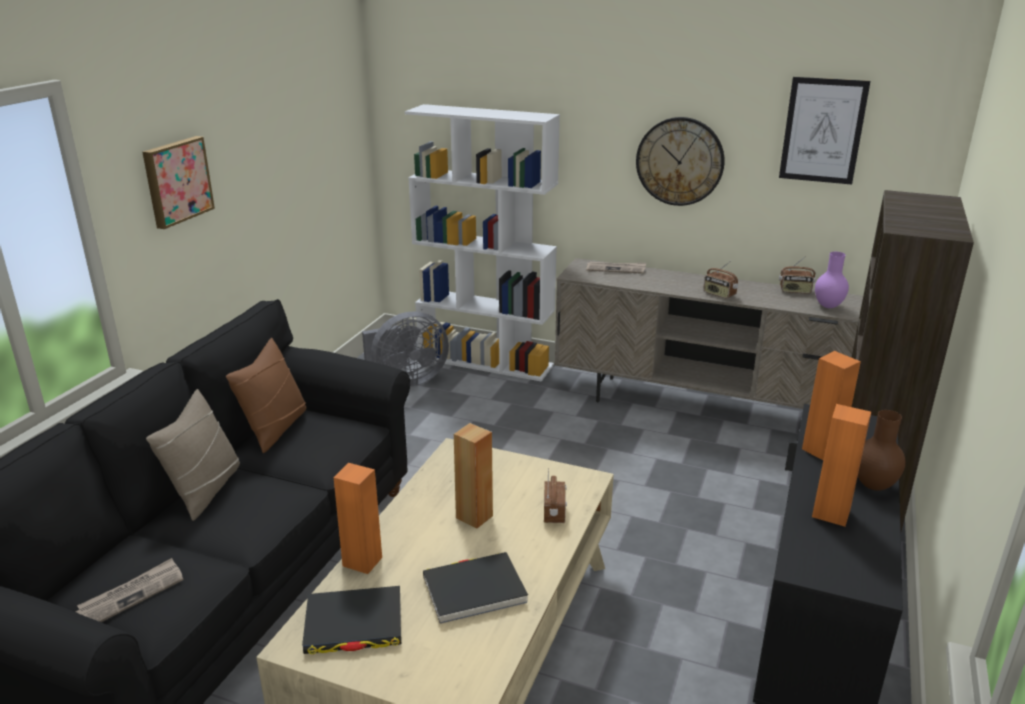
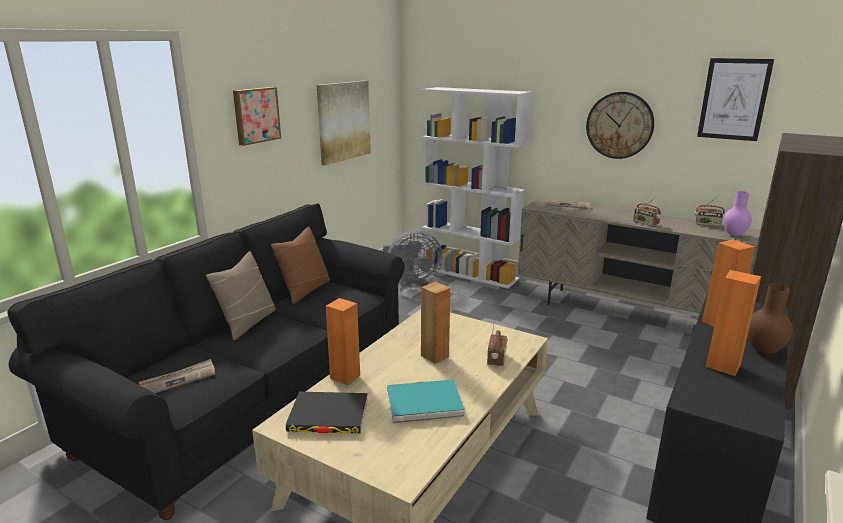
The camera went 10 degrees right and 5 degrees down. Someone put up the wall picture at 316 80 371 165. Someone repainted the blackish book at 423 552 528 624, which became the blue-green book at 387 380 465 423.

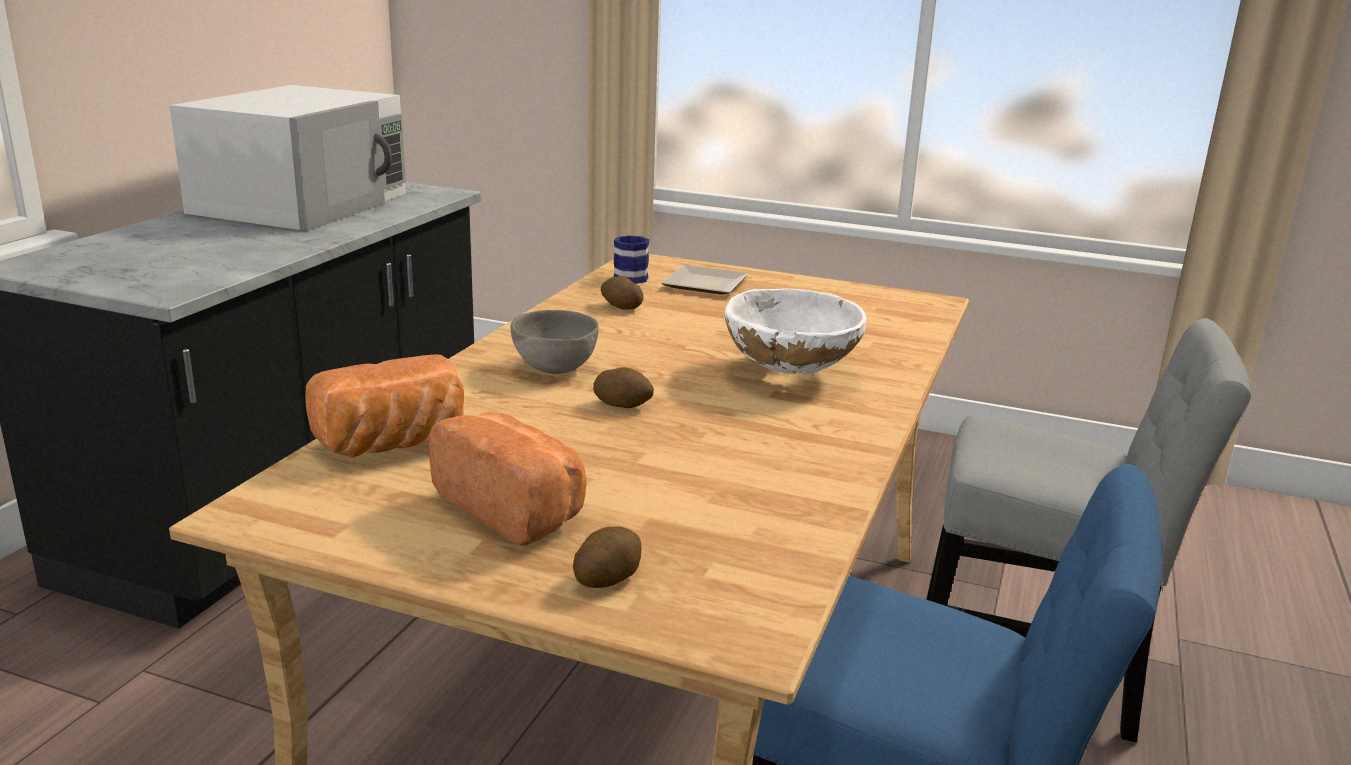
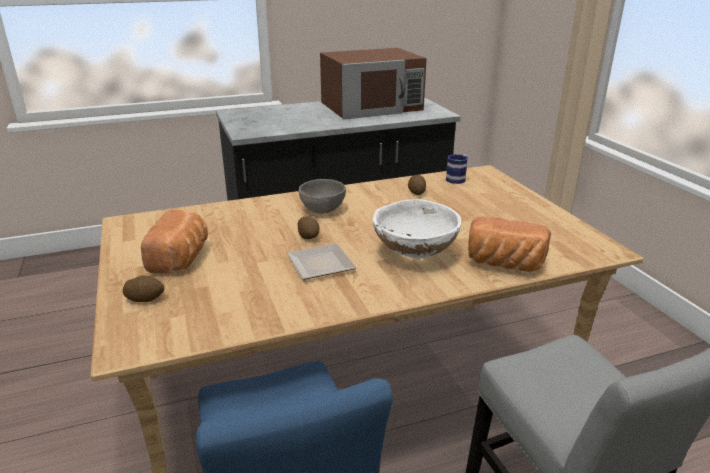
The camera went 50 degrees right and 5 degrees up. Someone carried the bread from 305 355 464 458 to 468 217 551 272. Someone carried the dinner plate from 661 265 748 295 to 287 243 357 280. Someone repainted the white microwave at 169 85 406 231, which became the brown-coloured microwave at 320 48 427 120.

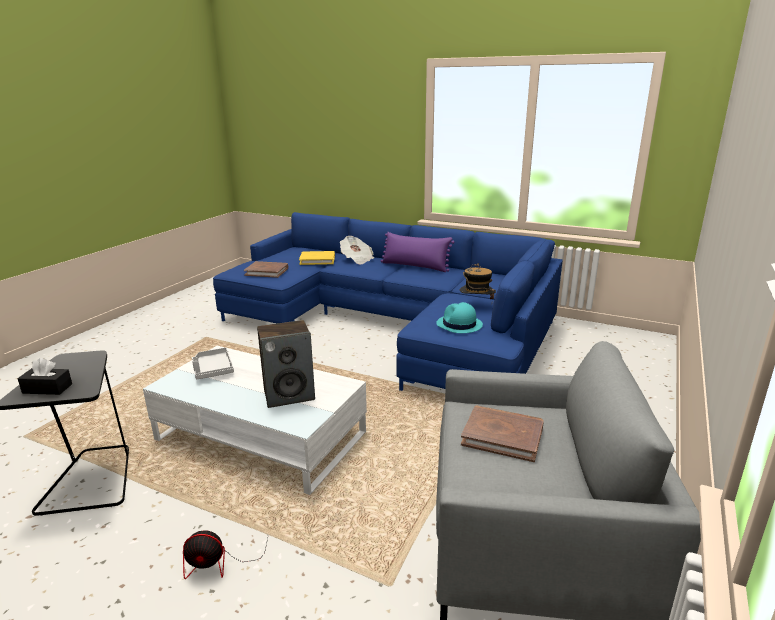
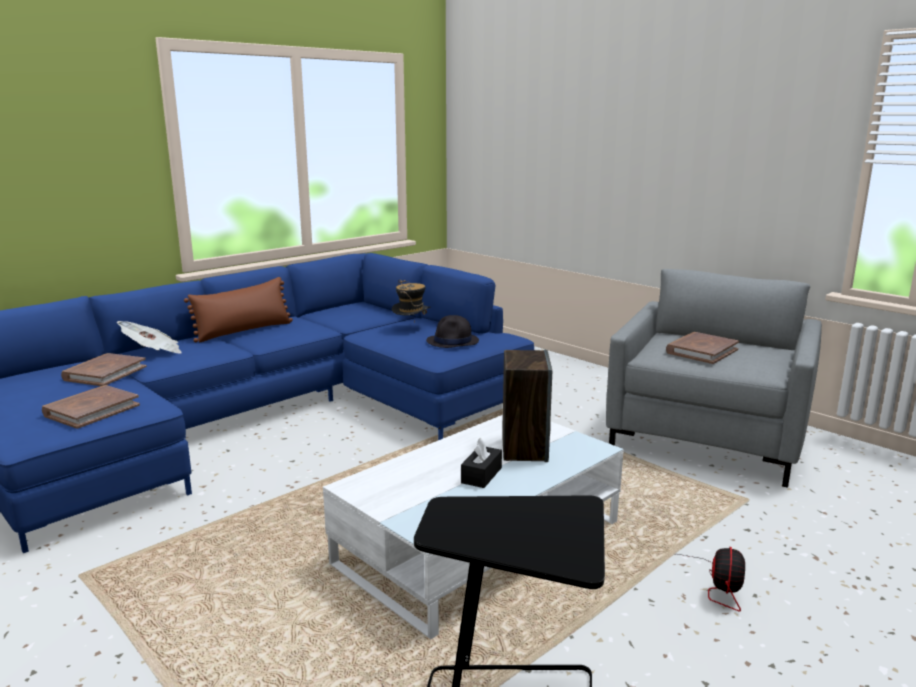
The camera went 70 degrees left and 5 degrees down. Someone took away the gray tray at 192 347 234 379. Someone carried the blackish box of tissues from 18 358 72 395 to 461 438 502 488. Someone repainted the yellow book at 299 251 335 265, which became the brown-coloured book at 61 353 147 386. Someone repainted the purple-coloured throw pillow at 381 232 454 272, which became the brown-coloured throw pillow at 184 277 293 342. Someone repainted the blue-green wearable hat at 436 302 483 333, which became the blackish wearable hat at 426 315 479 348.

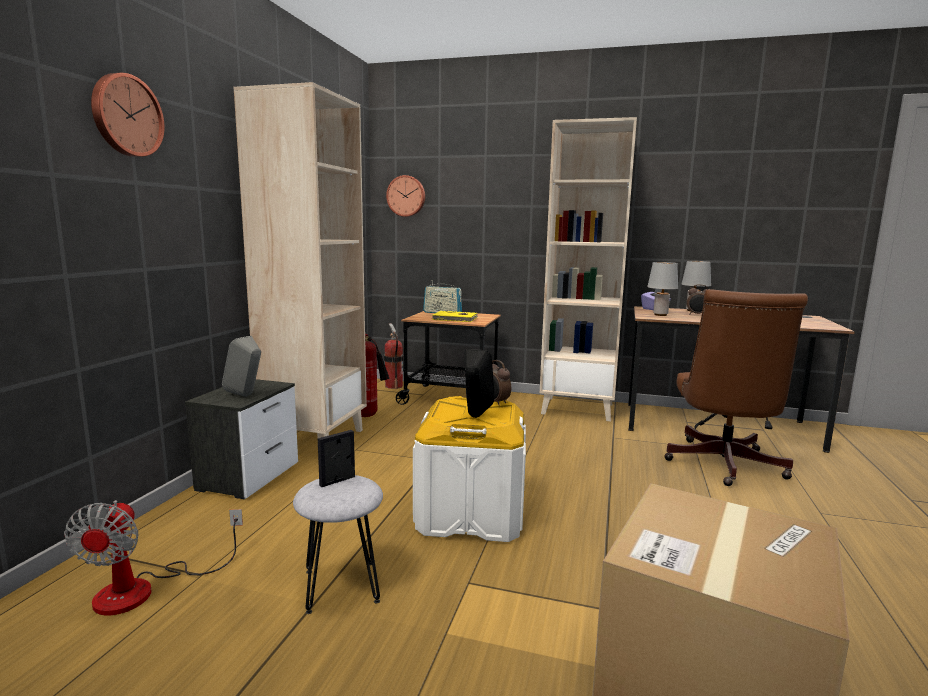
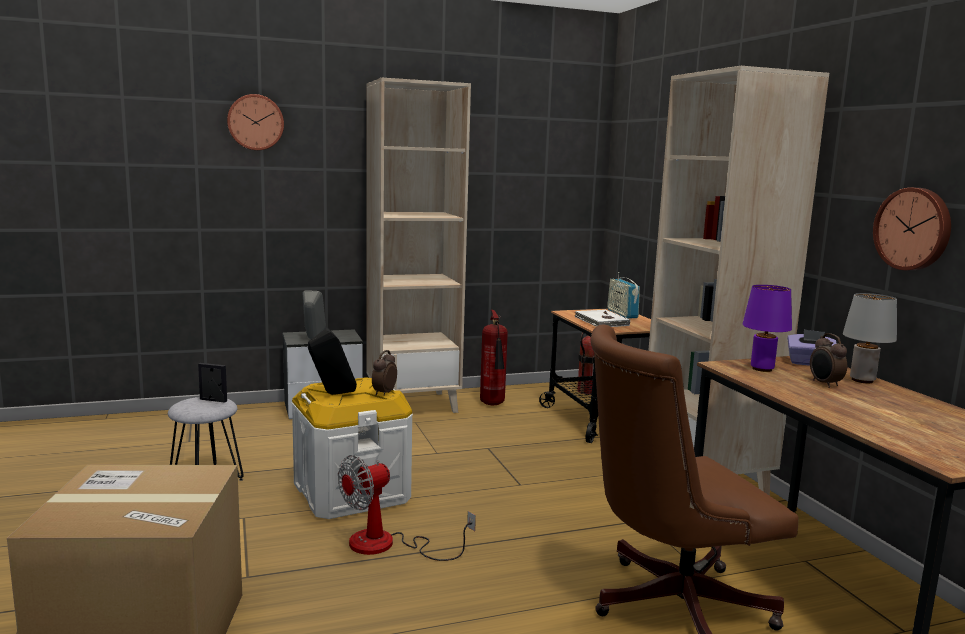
The camera went 55 degrees right and 0 degrees up. Someone carried the fan from 64 500 243 615 to 338 455 476 561. Someone carried the wall clock from 386 175 425 217 to 873 188 951 270. Someone repainted the yellow book at 432 311 478 322, which became the white book at 575 310 630 327. Someone repainted the gray tabletop lamp at 647 262 678 316, which became the purple-coloured tabletop lamp at 743 285 792 372.

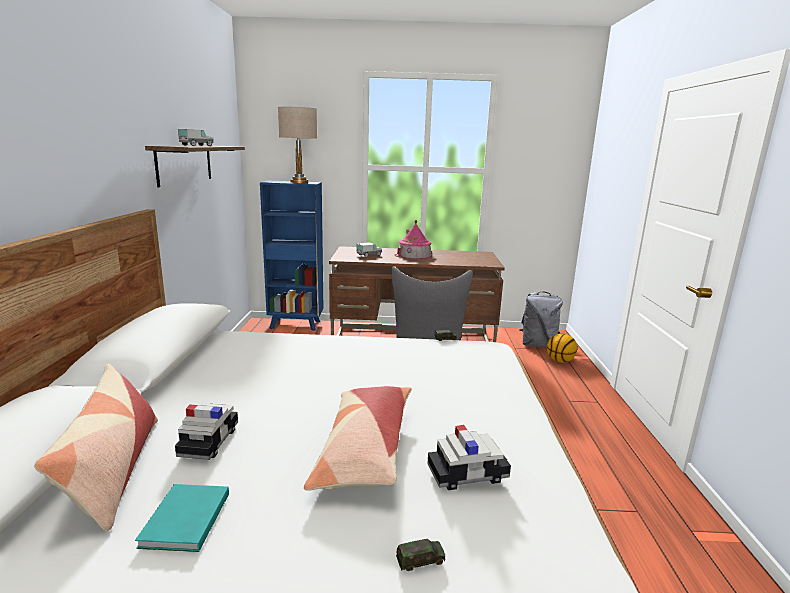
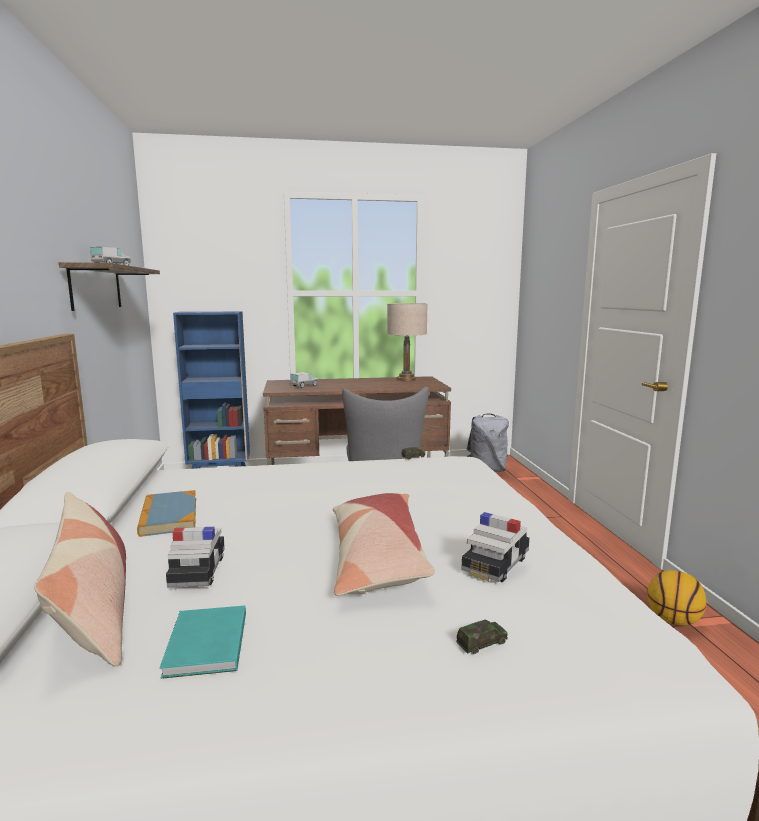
The camera went 10 degrees left and 5 degrees down. Someone took away the model house at 395 220 432 259. Someone put down the book at 137 490 196 537. Someone carried the sand-coloured tabletop lamp from 278 107 317 183 to 387 303 427 381. Someone carried the basketball ball from 547 334 577 363 to 647 570 706 626. Someone rotated the miniature car at 427 425 511 490 by 150 degrees clockwise.

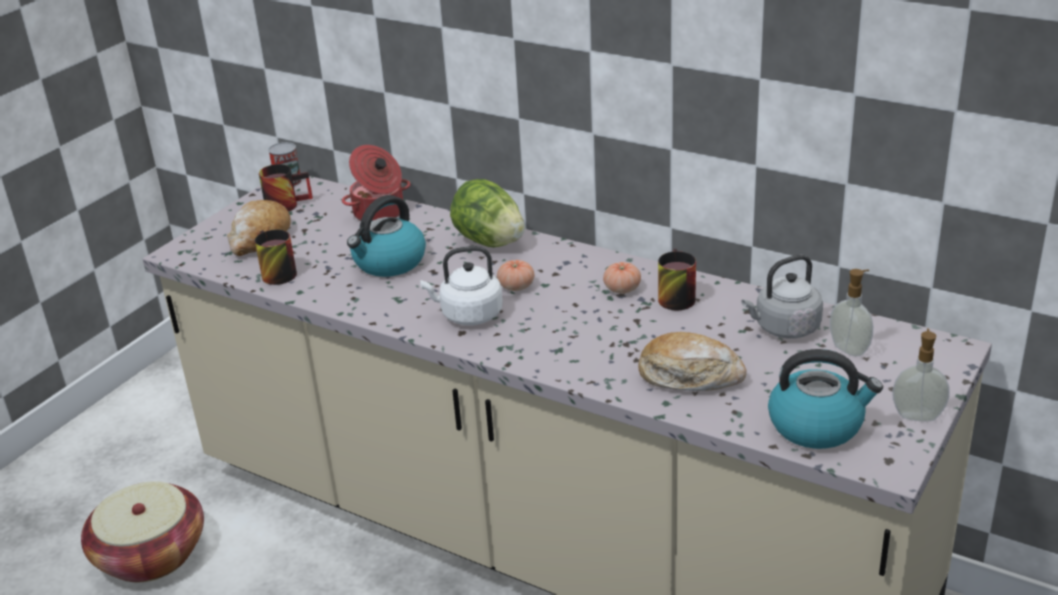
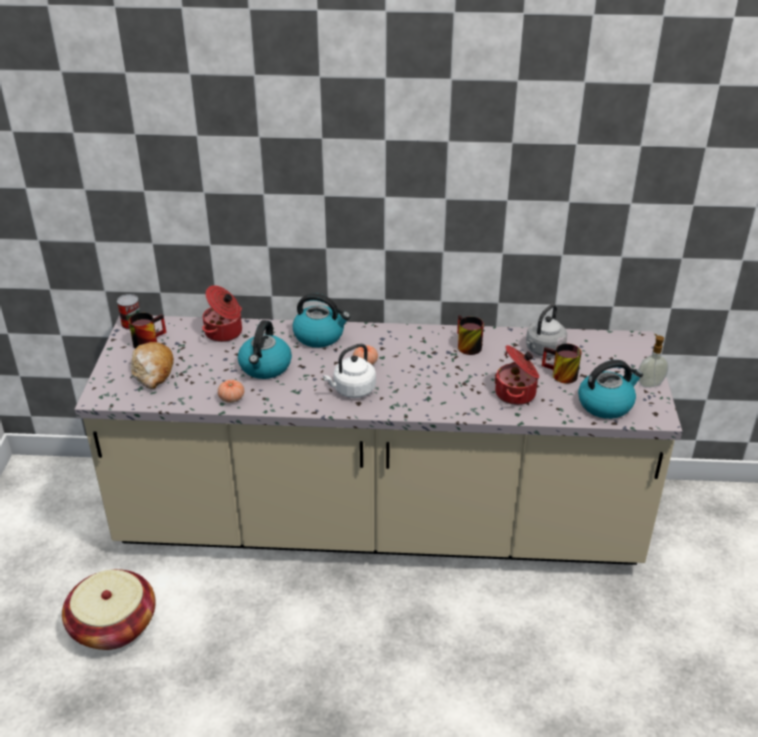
The camera went 30 degrees left and 5 degrees up. Someone took away the soap bottle at 830 269 873 356. Someone carried the coffee mug from 255 230 297 285 to 542 344 581 384. Someone carried the whole tomato from 603 262 641 294 to 218 380 244 403. Someone swapped the lettuce at 450 179 525 247 for the water kettle at 292 293 350 348. Someone swapped the bread at 638 332 746 391 for the cooking pot at 494 345 539 405.

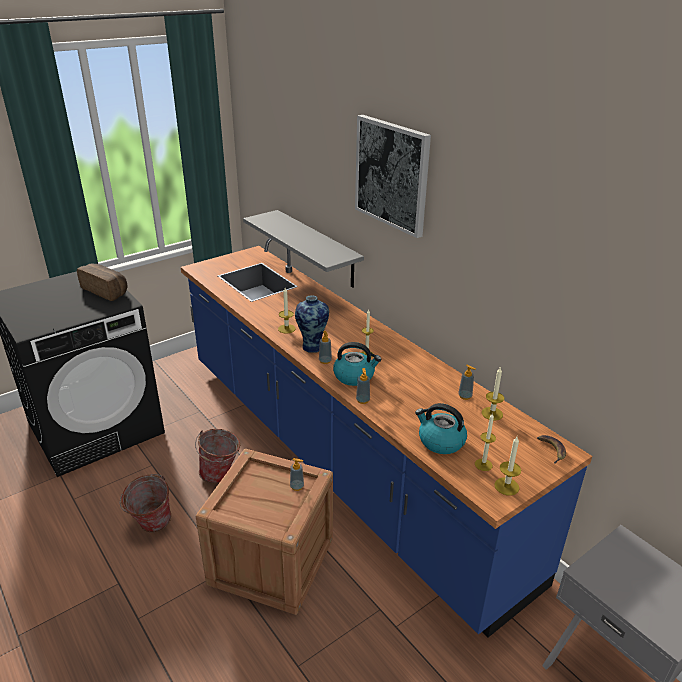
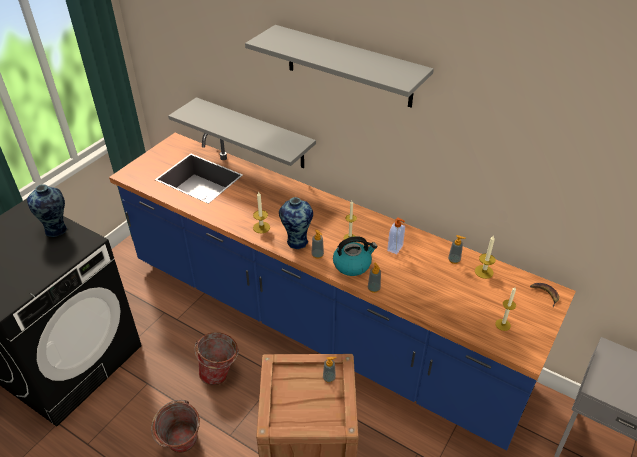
The camera went 20 degrees left and 10 degrees up. Someone took away the water kettle at 415 403 467 454. Someone took away the candle at 494 437 521 496. Someone put down the soap bottle at 387 218 405 254. Someone swapped the bread at 77 263 127 301 for the vase at 27 184 67 237. Someone swapped the wall picture at 355 115 431 238 for the gray wall shelf at 245 25 434 107.

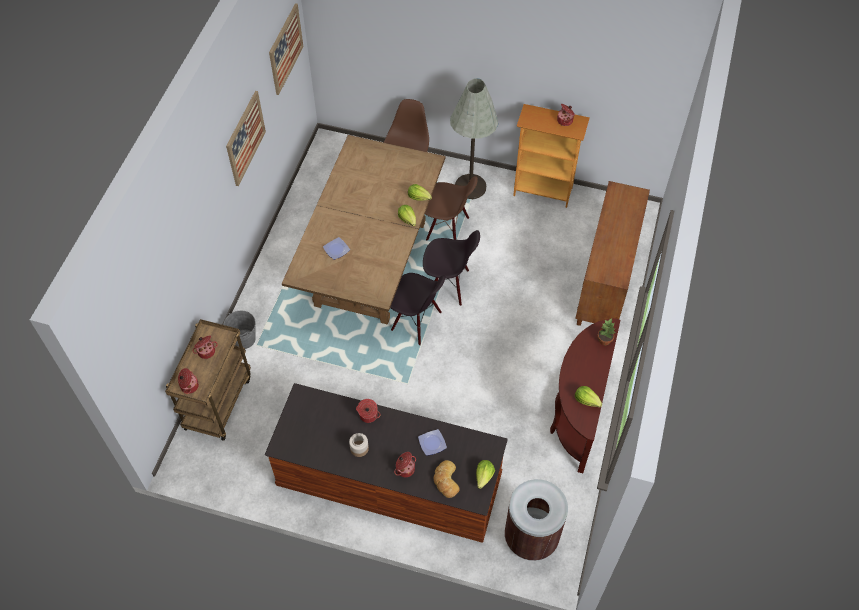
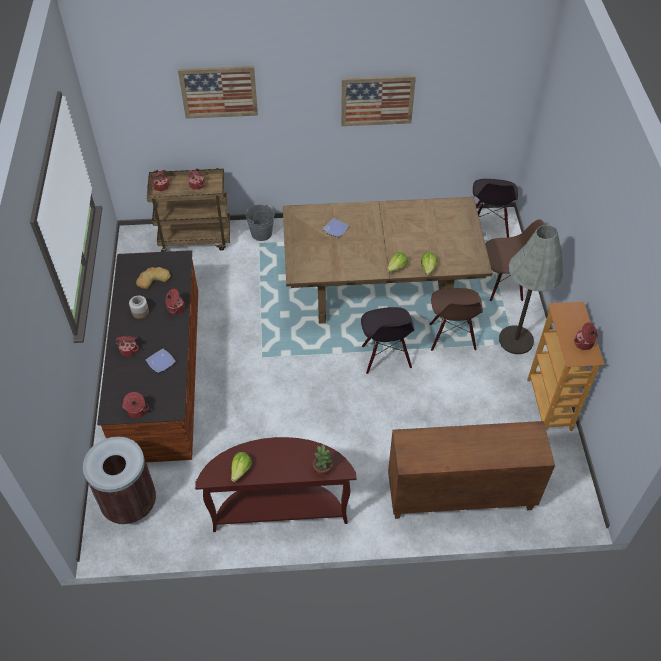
The camera went 70 degrees right and 5 degrees down. Someone carried the wall picture from 269 3 304 95 to 178 66 258 119. Someone carried the blackish upright chair from 390 273 445 345 to 473 179 518 237. Someone carried the bread from 434 460 460 498 to 136 267 171 289. Someone swapped the lettuce at 476 460 495 489 for the cooking pot at 122 392 149 418.

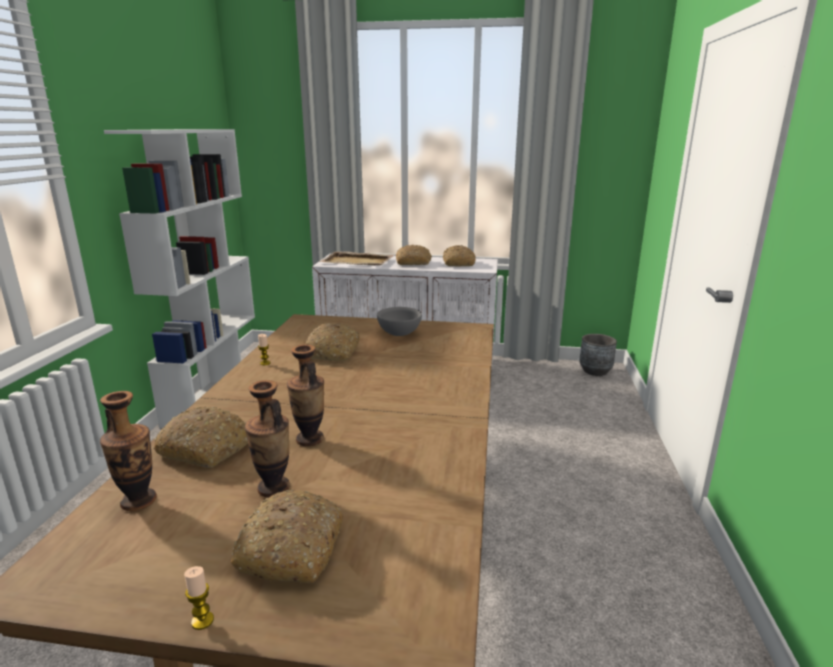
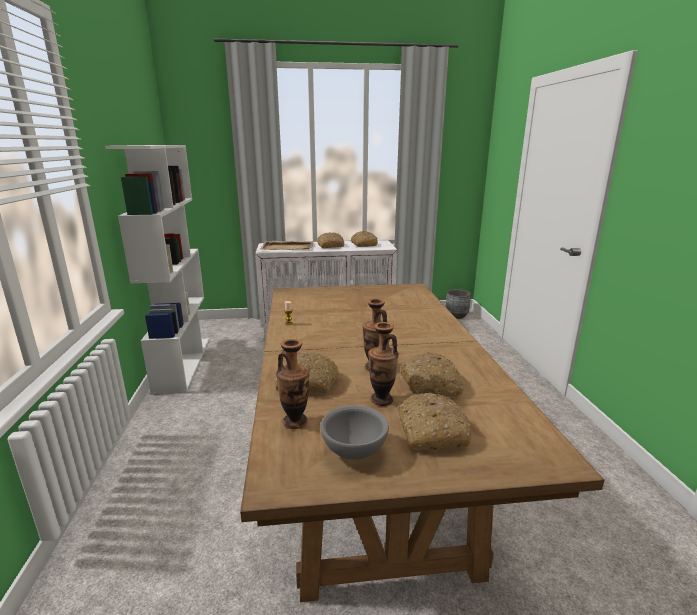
The camera went 15 degrees left and 0 degrees up. Someone took away the candle at 184 566 214 630. Someone carried the bread from 306 323 360 361 to 401 353 464 397. Someone carried the gray bowl from 377 307 422 336 to 320 405 389 460.

